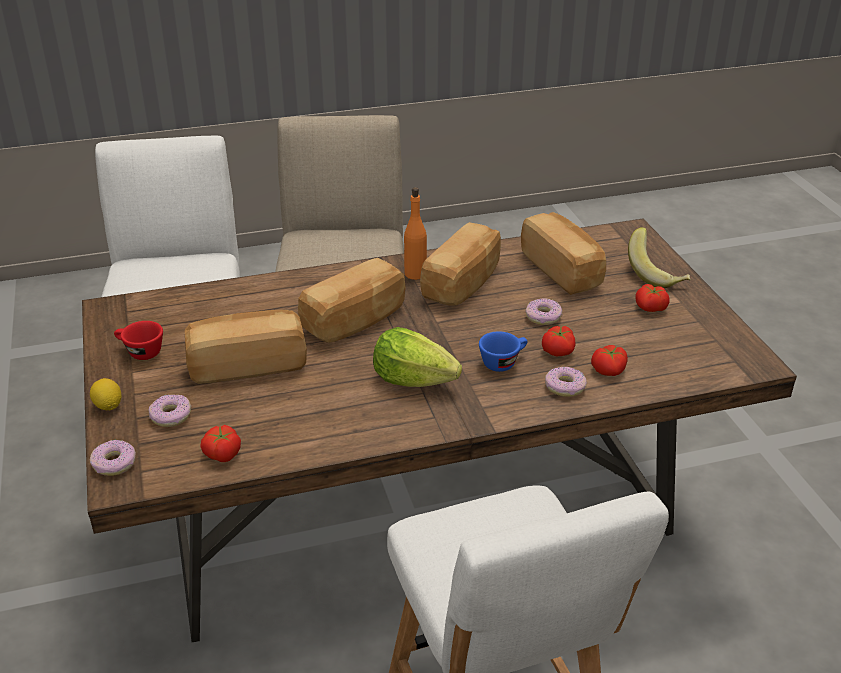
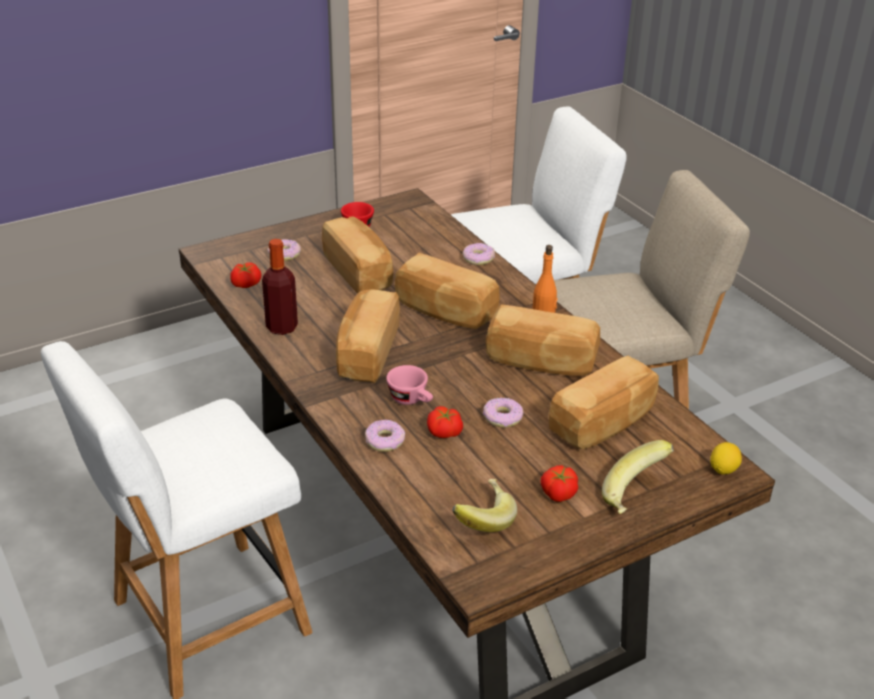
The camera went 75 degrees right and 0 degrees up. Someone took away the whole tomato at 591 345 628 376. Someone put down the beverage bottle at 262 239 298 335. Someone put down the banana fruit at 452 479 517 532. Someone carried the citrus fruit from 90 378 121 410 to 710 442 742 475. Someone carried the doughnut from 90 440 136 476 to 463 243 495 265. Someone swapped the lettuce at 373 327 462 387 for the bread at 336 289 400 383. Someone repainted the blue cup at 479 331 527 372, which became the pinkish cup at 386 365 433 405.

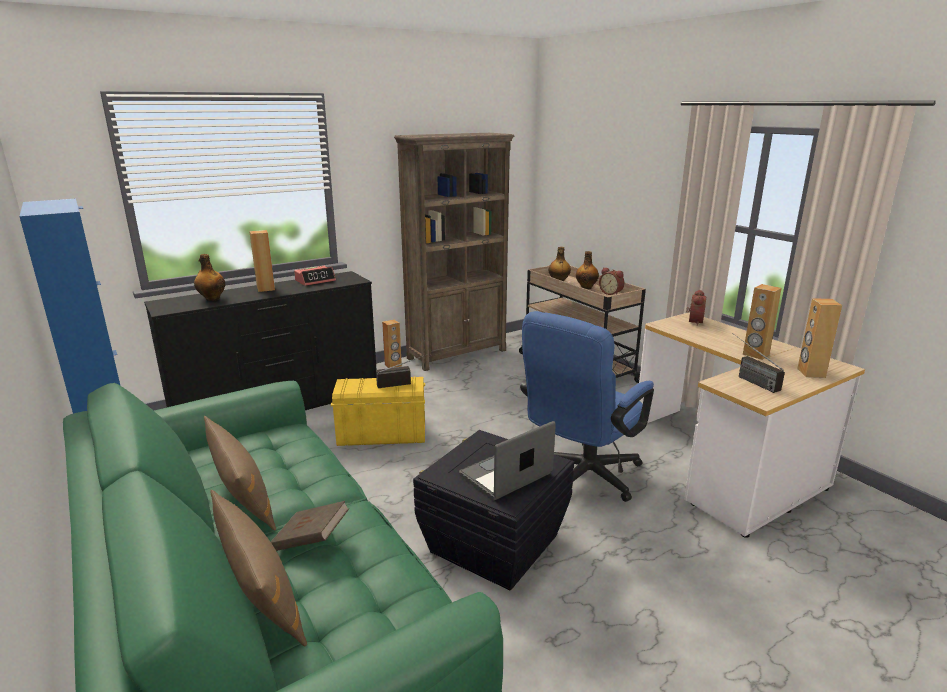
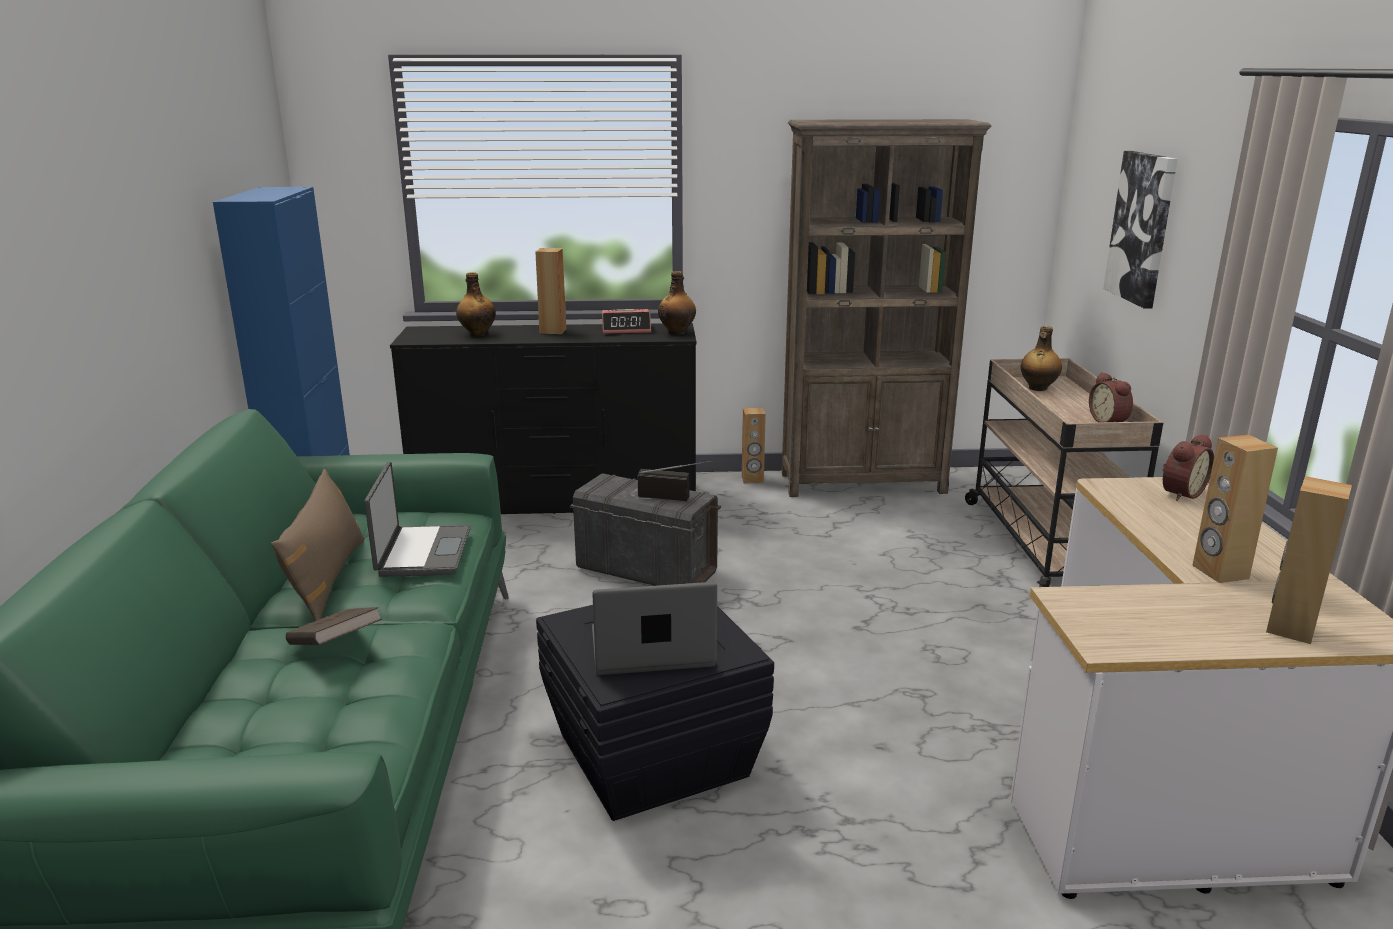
The camera went 30 degrees right and 0 degrees up. Someone took away the brown-coloured throw pillow at 210 490 307 646. Someone took away the blue computer chair at 520 311 654 502. Someone took away the radio at 732 333 785 393. Someone put down the portable computer at 364 462 471 577. Someone put up the wall picture at 1103 151 1178 308. Someone carried the beverage bottle from 576 251 599 289 to 658 271 696 335. Someone repainted the yellow storage bin at 331 376 425 446, which became the gray storage bin at 570 473 721 586.

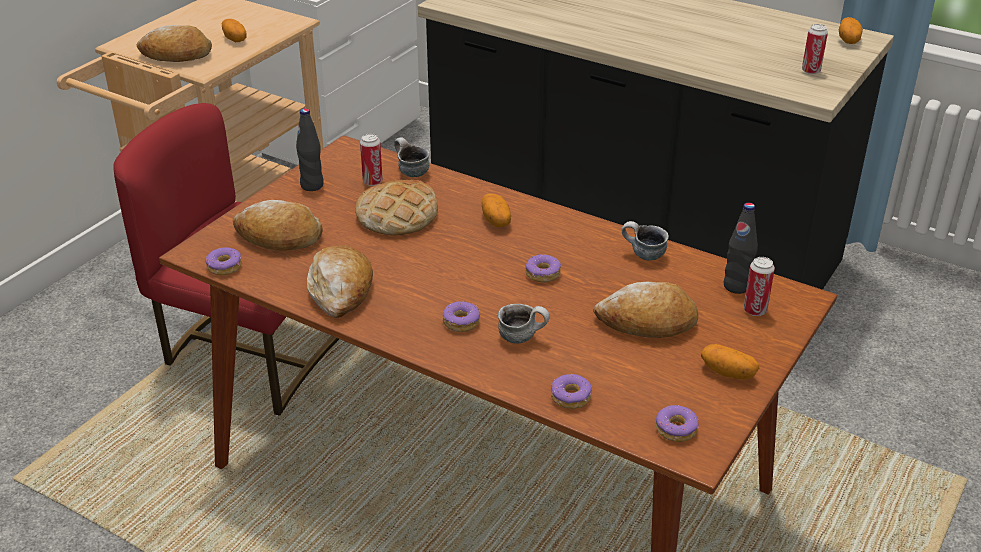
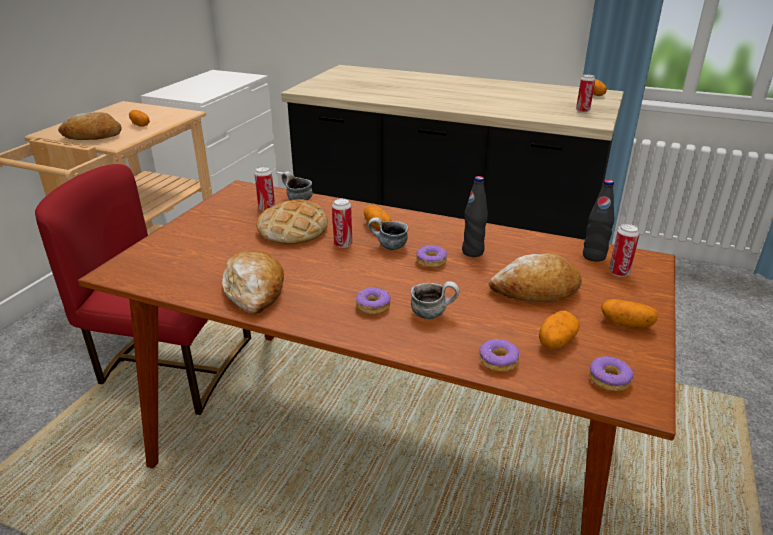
The camera went 10 degrees left and 5 degrees down. Someone took away the doughnut at 205 247 242 275. Someone took away the bread at 233 200 323 251. Someone put down the sealed can at 332 198 352 248. Someone put down the whole potato at 539 311 580 350. Someone carried the blackish beverage bottle from 296 108 324 191 to 462 176 488 257. Someone carried the coffee mug from 622 221 669 261 to 368 217 408 250.

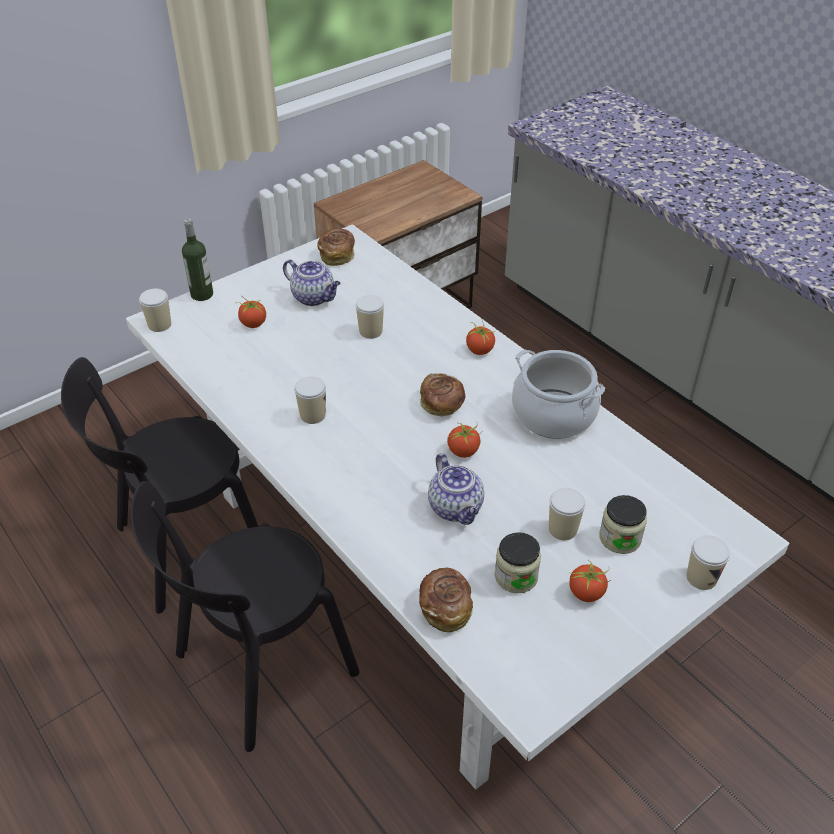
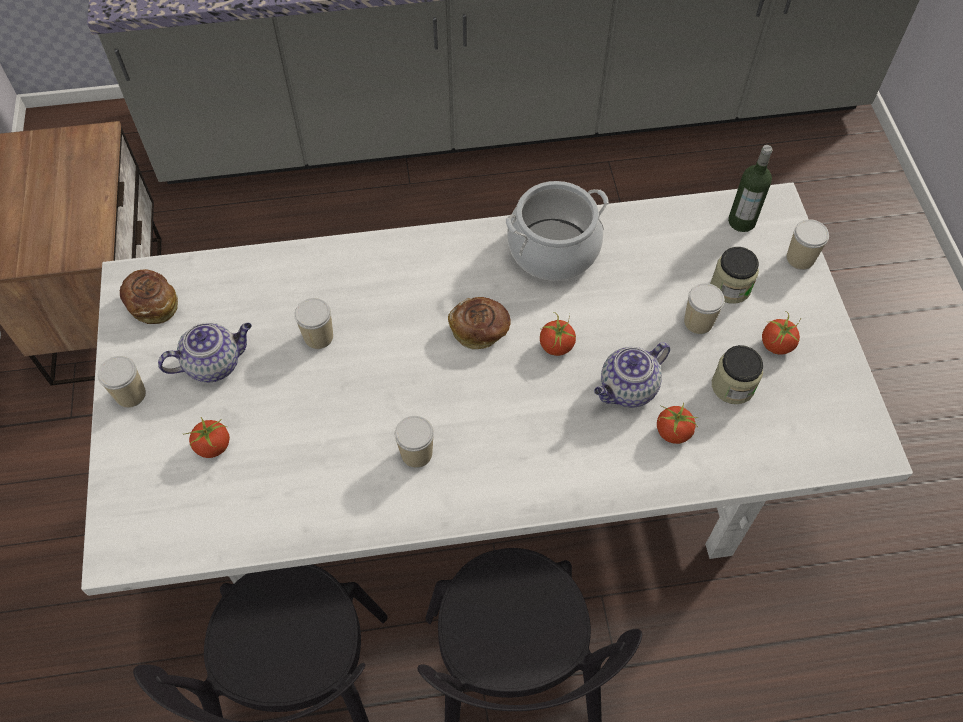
The camera went 60 degrees left and 15 degrees up. Someone took away the bread at 419 568 473 632. Someone carried the cup from 139 289 171 332 to 98 356 146 408. Someone carried the beverage bottle from 182 219 213 301 to 728 145 772 232. Someone carried the whole tomato from 466 321 495 355 to 657 403 698 444. Someone rotated the pot for tea at 428 453 484 525 by 135 degrees clockwise.

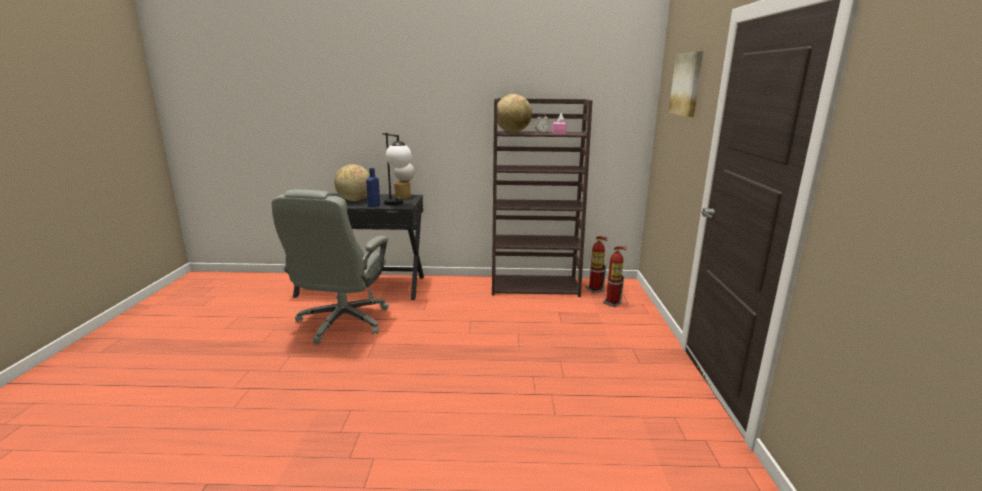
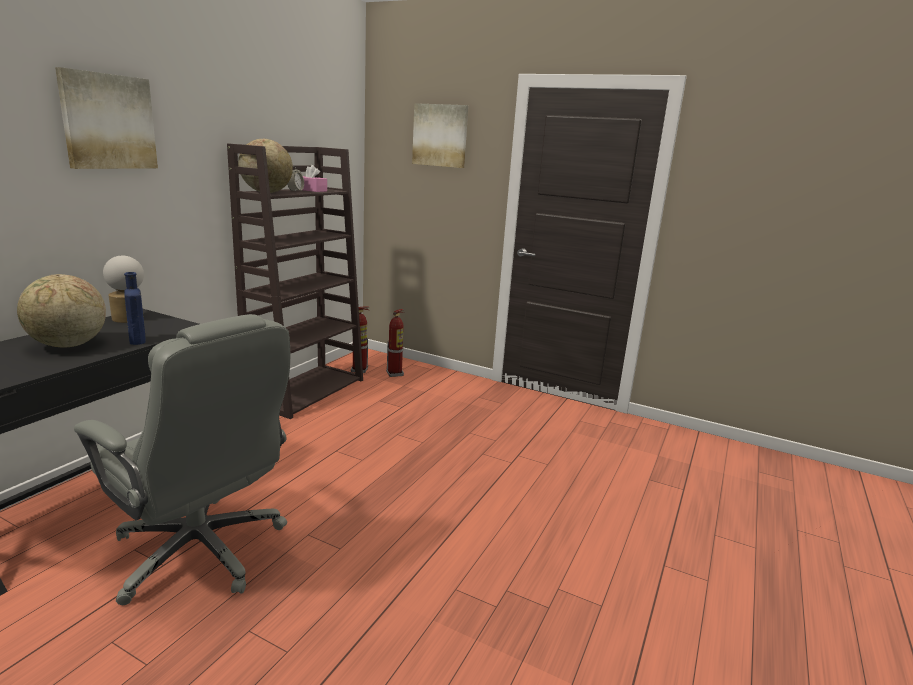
The camera went 65 degrees left and 0 degrees up. Someone took away the tabletop lamp at 382 133 412 206. Someone put up the wall picture at 55 67 158 169.

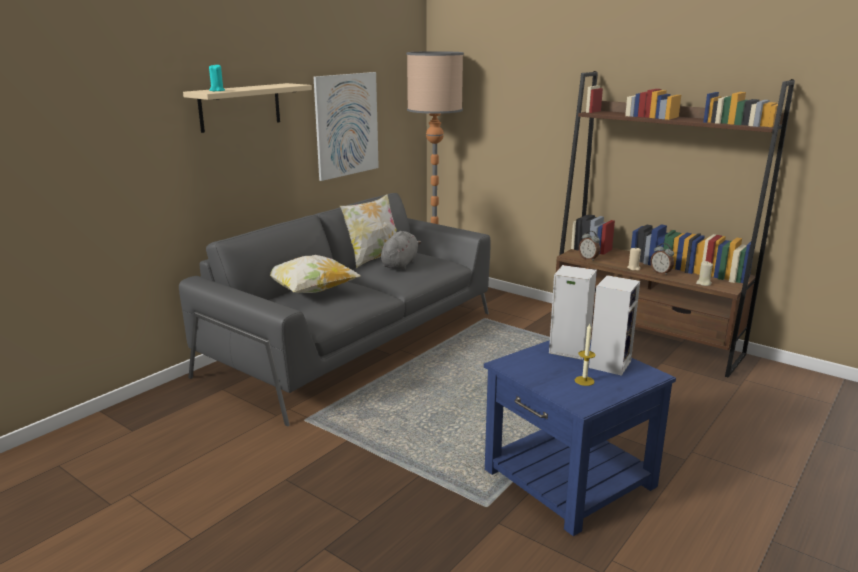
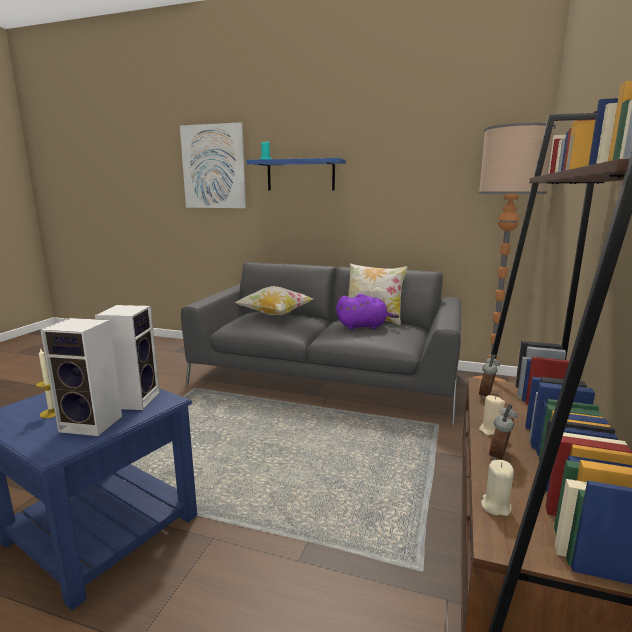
The camera went 70 degrees right and 5 degrees down. Someone carried the wall picture from 314 72 379 181 to 180 122 246 208. Someone repainted the sand-coloured wall shelf at 183 83 312 133, which became the blue wall shelf at 246 158 346 190. Someone repainted the gray cuddly toy at 381 231 421 270, which became the purple-coloured cuddly toy at 336 294 399 330.

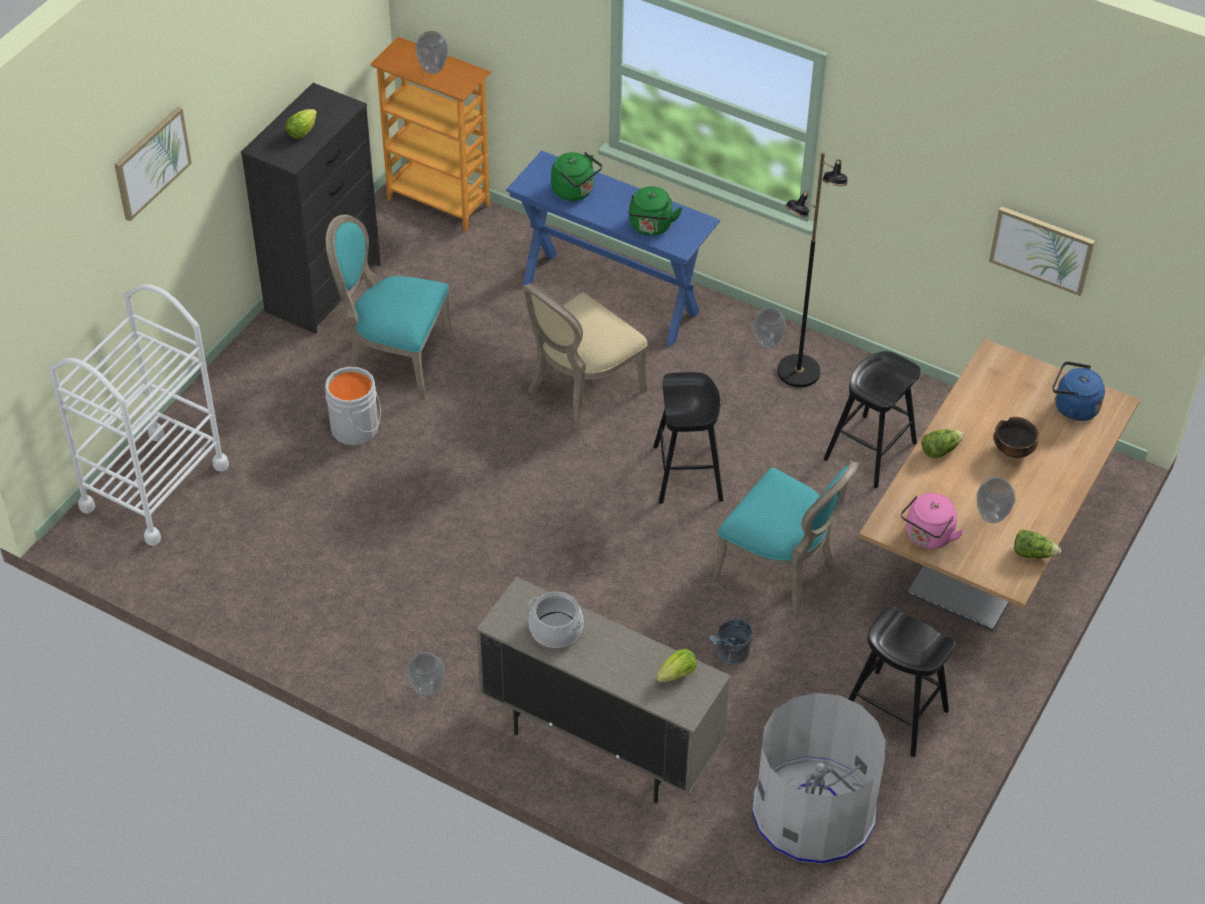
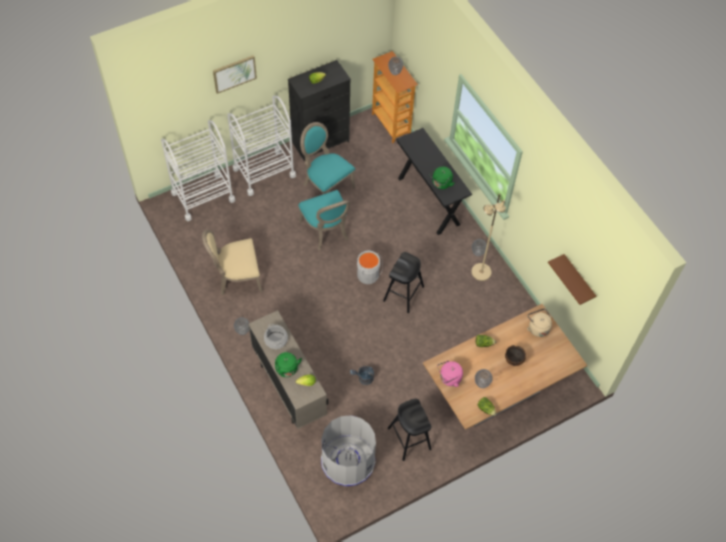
The camera went 30 degrees right and 10 degrees up. Someone took away the blackish stool seat at 824 351 921 488. Someone took away the blue water kettle at 1053 361 1105 421. Someone put down the white wheeled cart at 227 96 296 196. Someone put down the sand-coloured water kettle at 527 308 552 337. Someone carried the gray water bucket from 325 367 381 445 to 357 250 383 284. Someone carried the sand-coloured upright chair from 523 283 648 429 to 202 230 263 295. Someone carried the greenish water kettle from 551 152 602 201 to 275 352 302 377. Someone carried the blue-green upright chair from 712 460 859 614 to 298 190 350 250. Someone swapped the wall picture at 989 206 1095 296 for the brown-coloured wall shelf at 548 254 596 305. Someone repainted the blue narrow table at 506 151 720 347, which became the blackish narrow table at 396 128 472 235. Someone repainted the blackish floor lamp at 777 152 847 387, which became the sand-coloured floor lamp at 471 194 506 281.

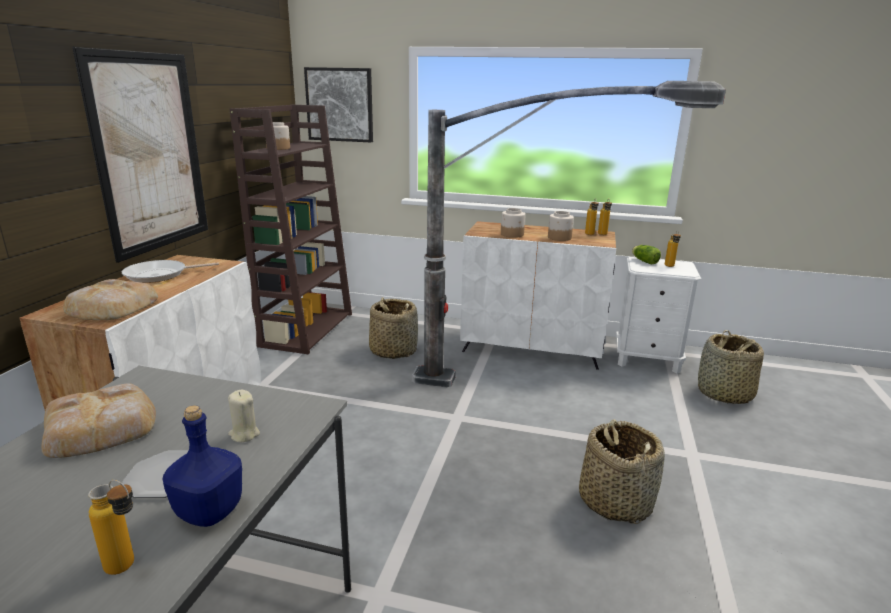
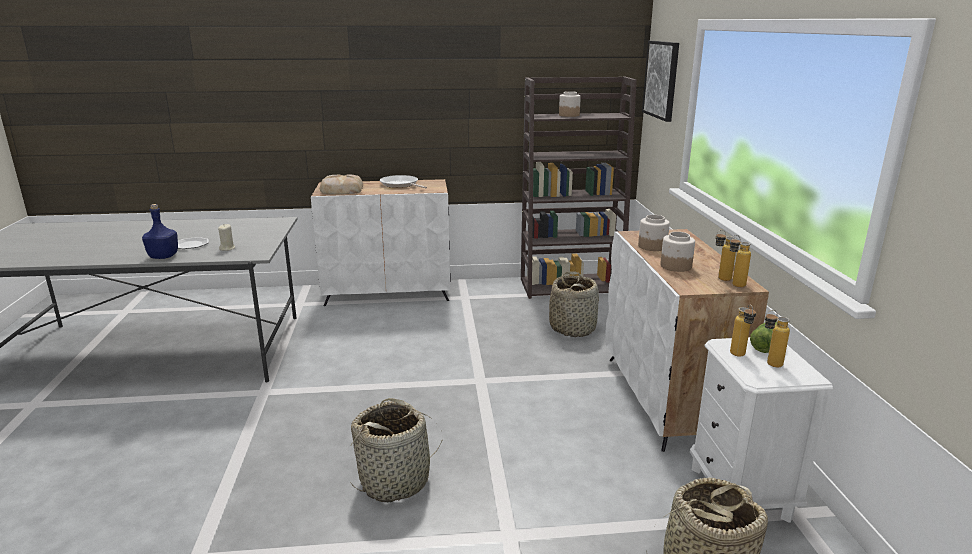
The camera went 70 degrees right and 0 degrees up. Someone took away the bread at 41 383 156 458. Someone took away the wall picture at 72 47 208 263. Someone took away the floor lamp at 412 81 726 387. Someone carried the beverage bottle from 88 480 134 575 to 730 304 756 357.

